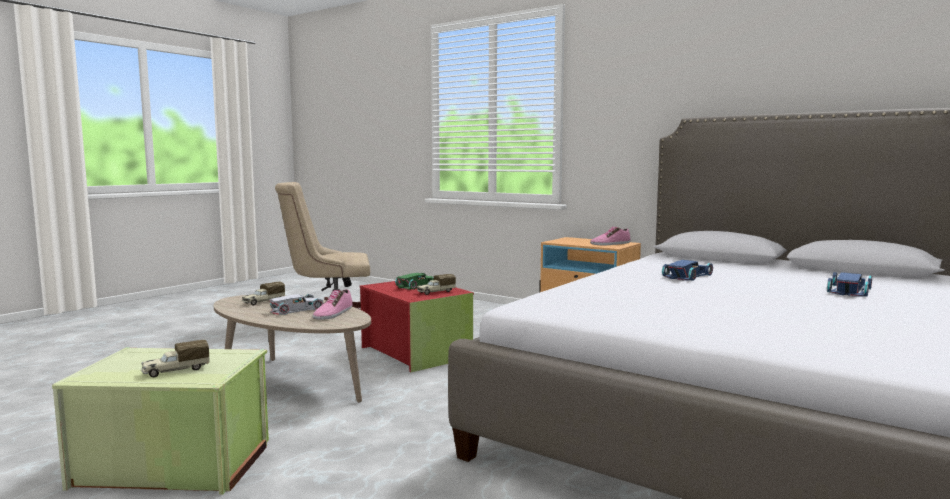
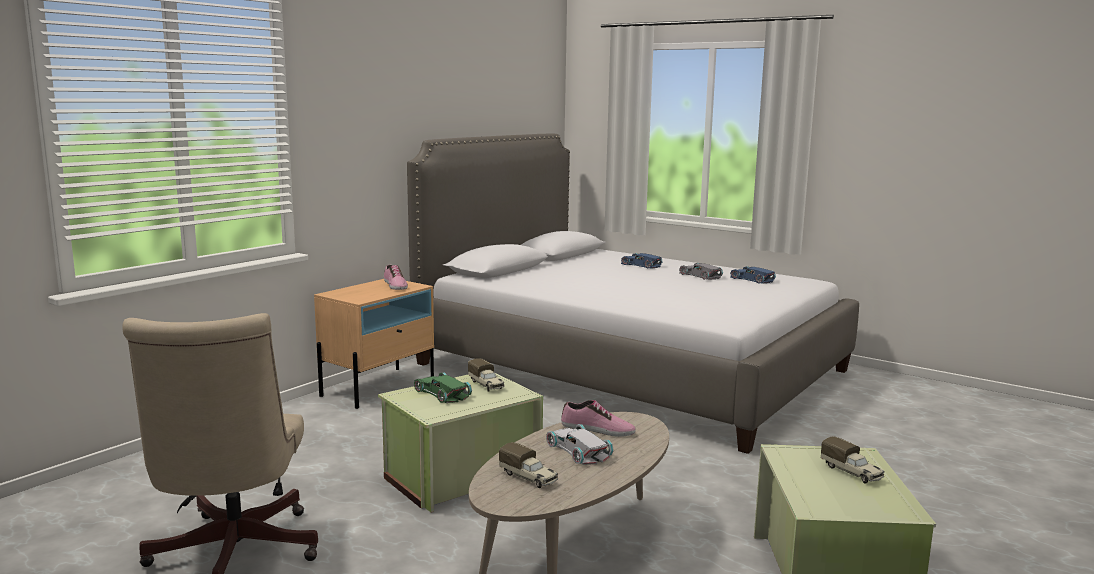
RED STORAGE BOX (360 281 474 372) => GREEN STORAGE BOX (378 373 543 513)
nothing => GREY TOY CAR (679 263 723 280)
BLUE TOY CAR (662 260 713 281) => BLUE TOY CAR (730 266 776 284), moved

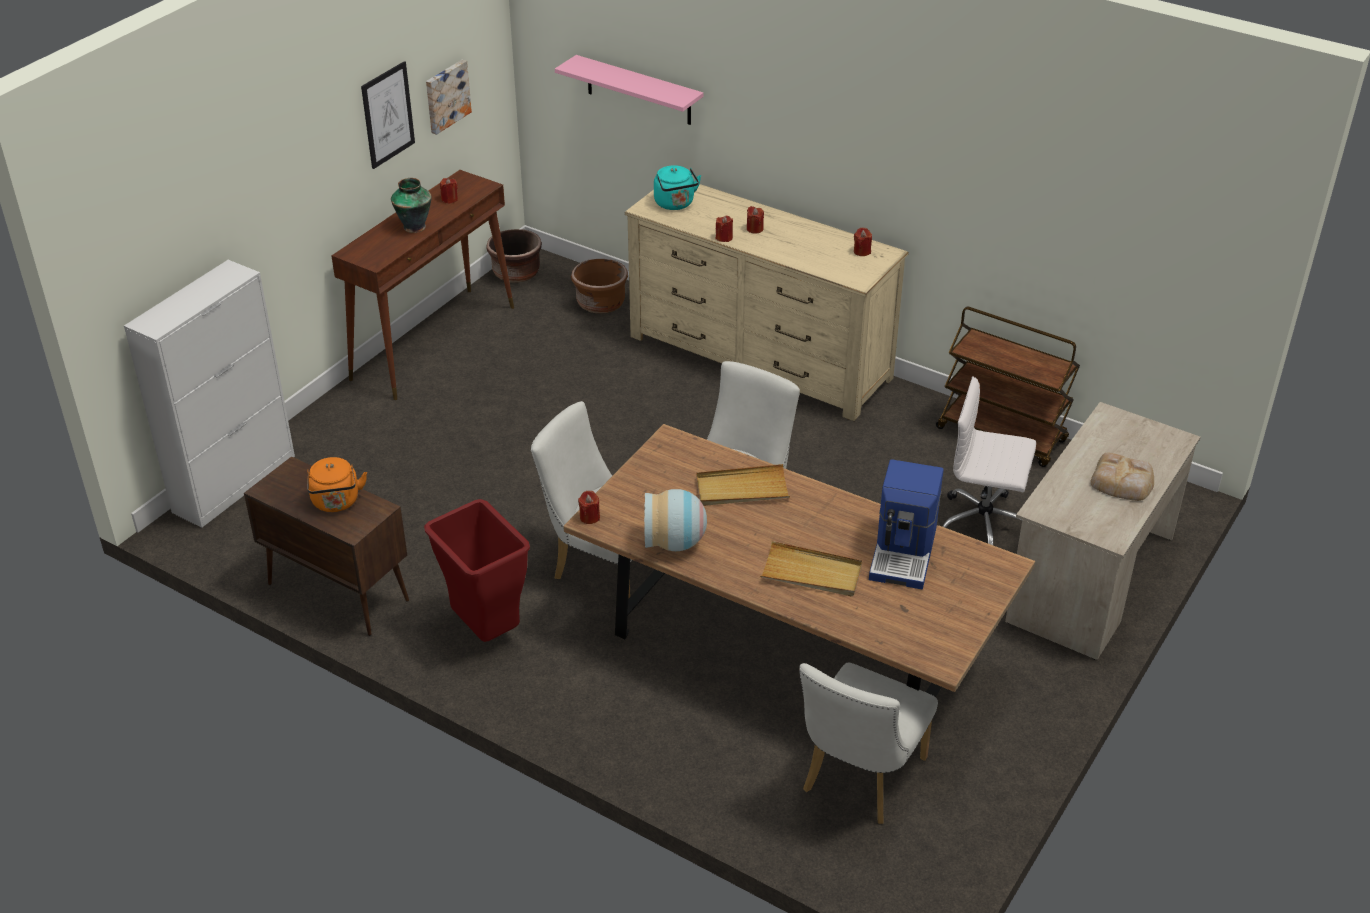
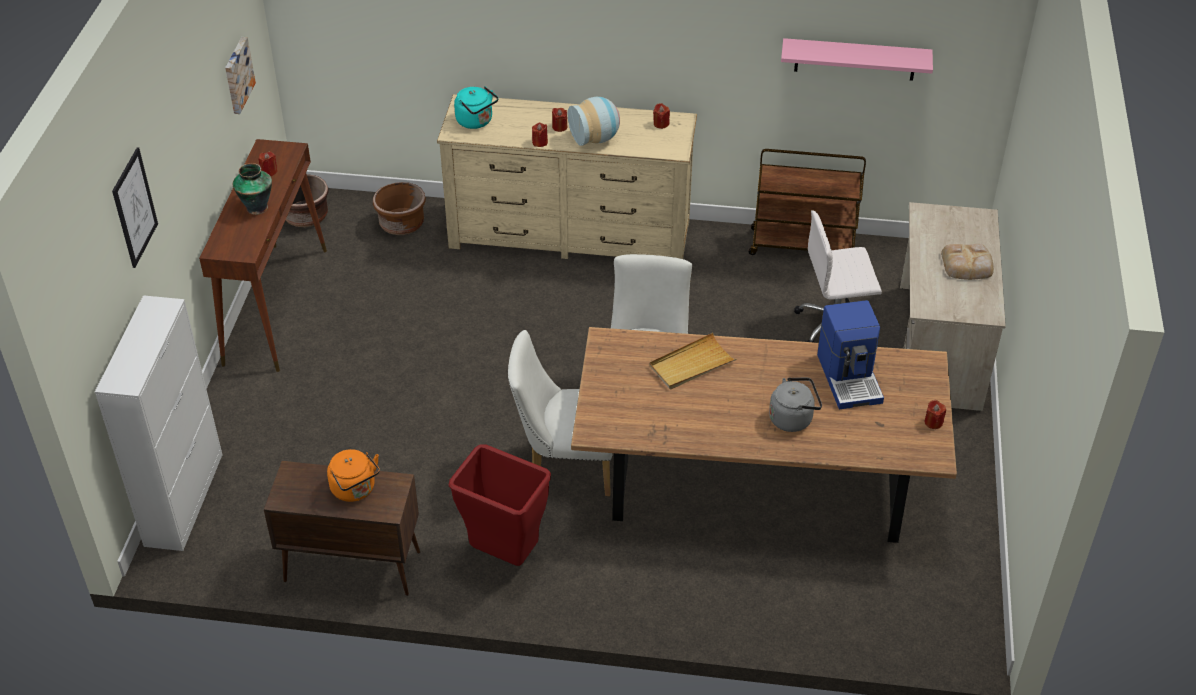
PICTURE (361 61 415 169) => PICTURE (112 147 158 268), moved
VASE (644 489 707 551) => VASE (568 97 620 146), moved
BEIGE TRAY (760 541 862 596) => GREY KETTLE (769 378 822 432)
PINK SHELF (555 55 703 125) => PINK SHELF (781 38 933 81), moved
RED CANDLE (578 491 600 524) => RED CANDLE (925 400 946 429), moved
WHITE CHAIR (799 662 938 824) => nothing

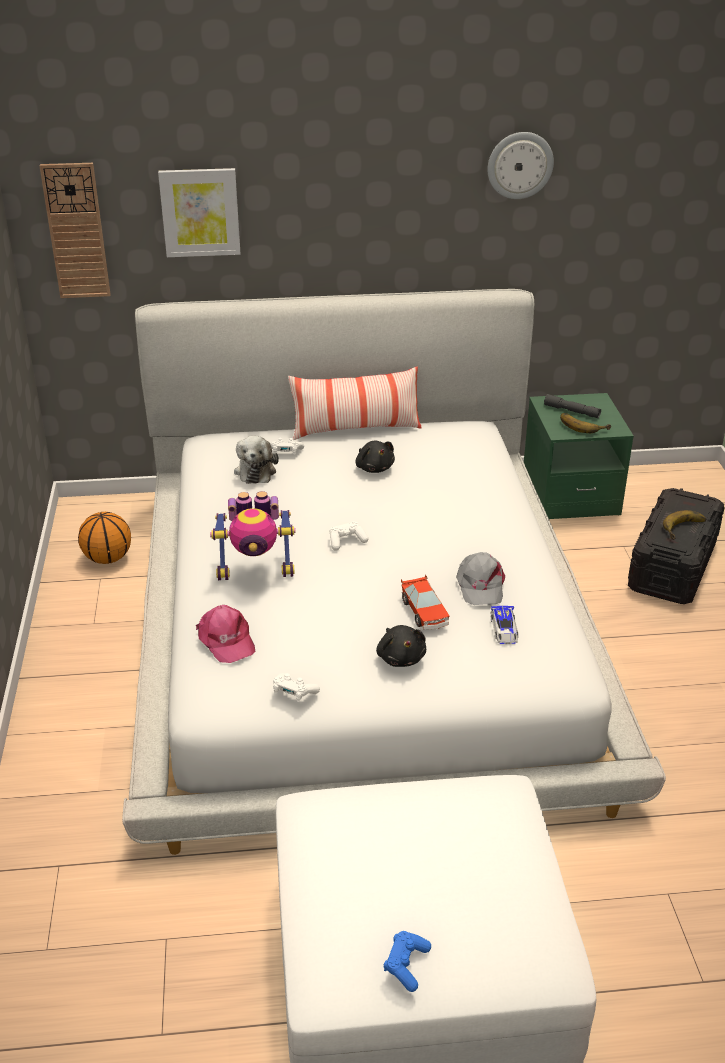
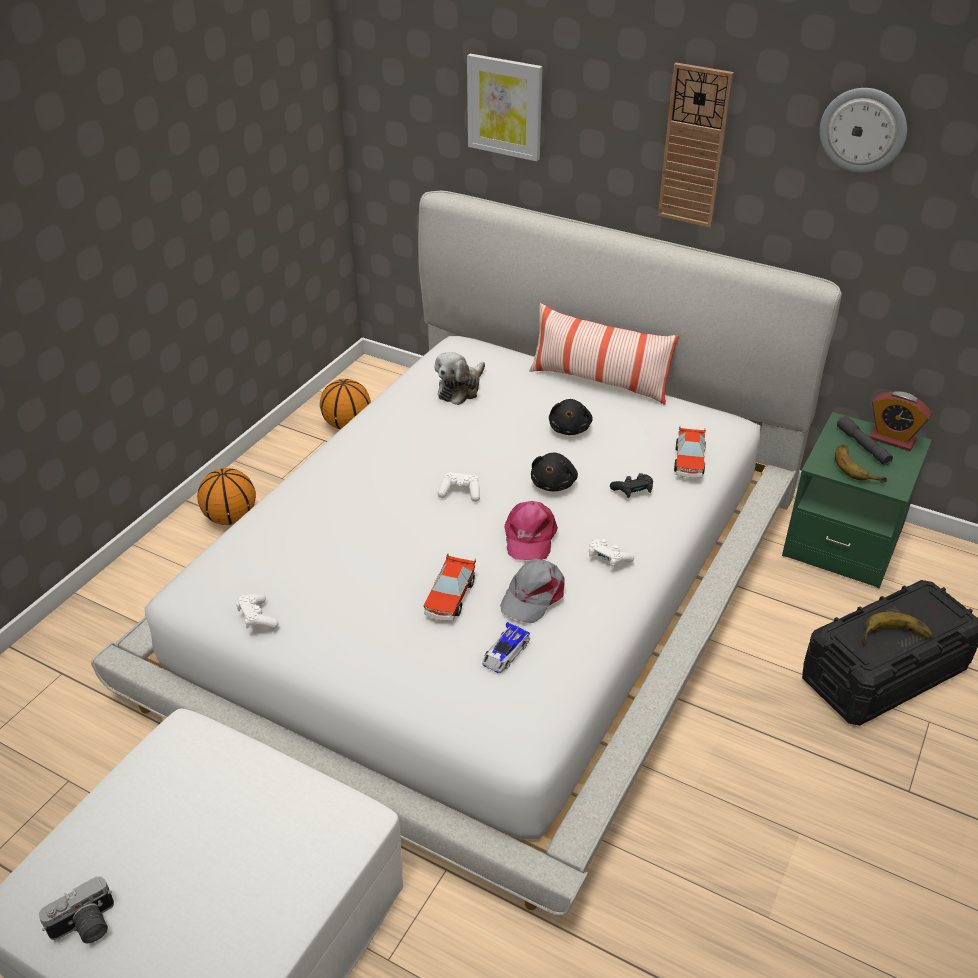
BLUE GAME CONTROLLER (384 931 431 992) => PHOTO CAMERA (39 876 114 943)
nothing => BASKETBALL (197 468 256 525)
PINK CAP (196 605 255 663) => PINK CAP (505 501 558 560), moved
BLACK PLUSH TOY (376 625 426 667) => BLACK PLUSH TOY (531 453 578 491), moved
WHITE GAME CONTROLLER (270 438 304 455) => WHITE GAME CONTROLLER (589 538 634 568), moved
nothing => BLACK GAME CONTROLLER (610 473 653 498)
WALL CLOCK (39 163 111 298) => WALL CLOCK (658 63 734 228), moved
nothing => TOY CAR (674 427 706 478)
nothing => ALARM CLOCK (869 391 931 451)
TOY ROBOT (210 491 296 580) => nothing

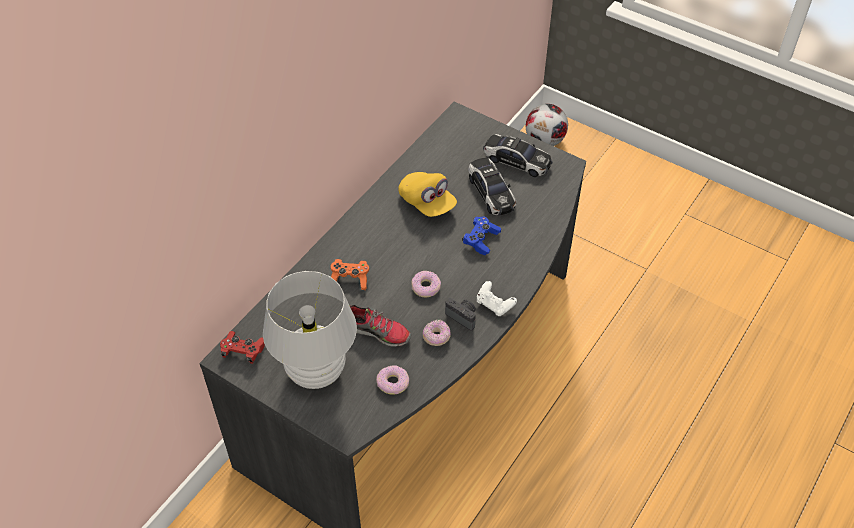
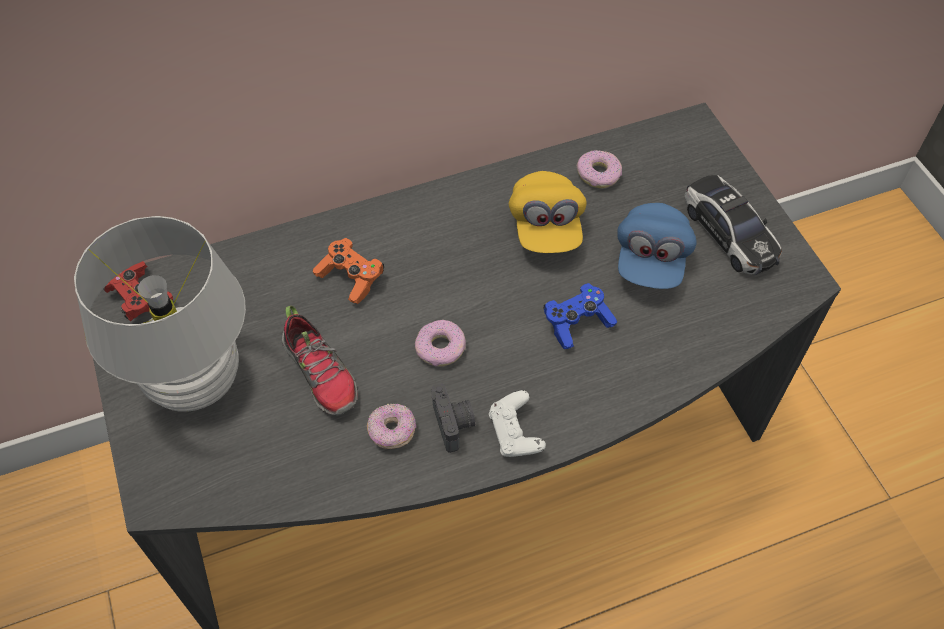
DONUT (376 365 409 395) => DONUT (576 150 622 188), moved
TOY CAR (468 158 516 215) => BLUE CAP (617 203 697 289)
FOOTBALL (526 104 568 146) => nothing

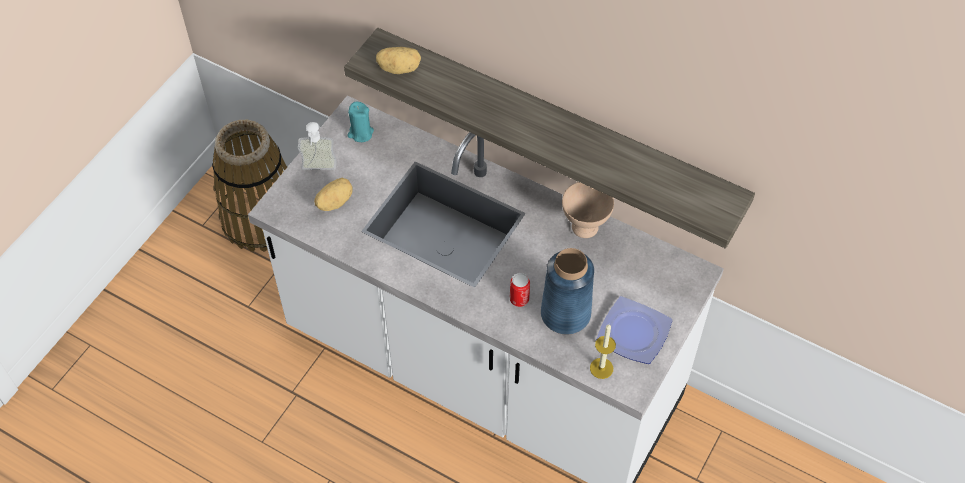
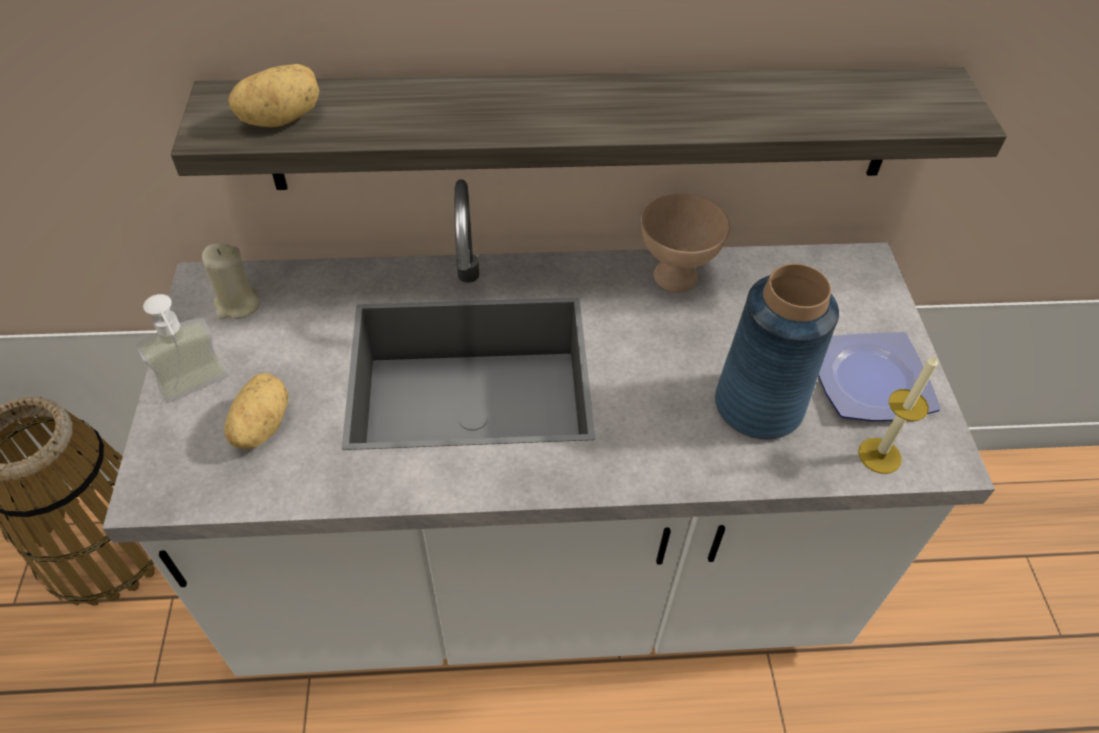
TURQUOISE CANDLE (347 102 374 142) => BEIGE CANDLE (202 243 260 319)
CAN (510 273 530 307) => nothing

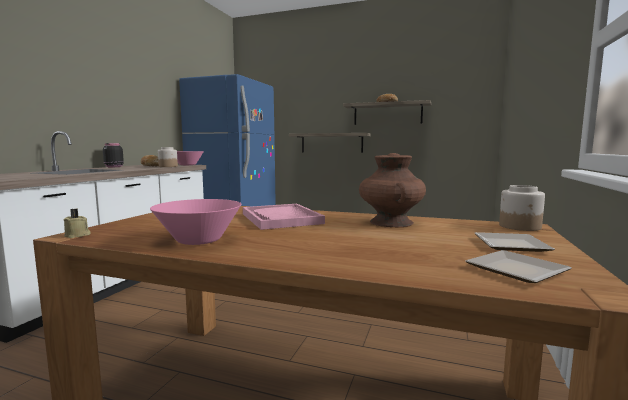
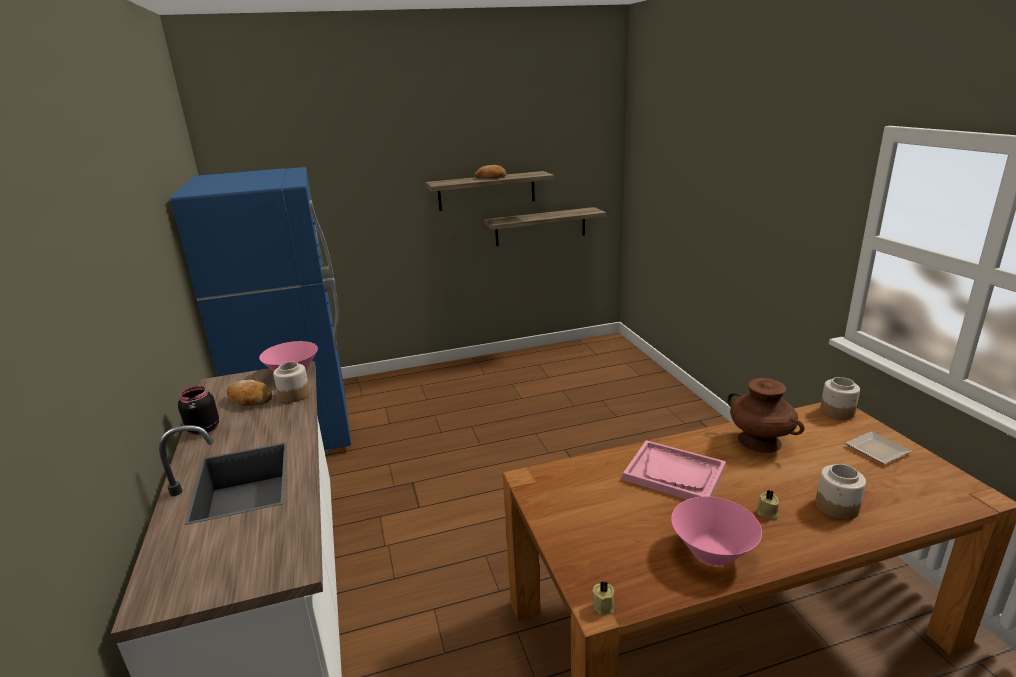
SHELF (289 133 370 153) => SHELF (484 207 606 246), moved
nothing => BEIGE CANDLE (757 490 779 519)
nothing => JAR (815 464 866 520)
PLATE (465 250 572 283) => nothing

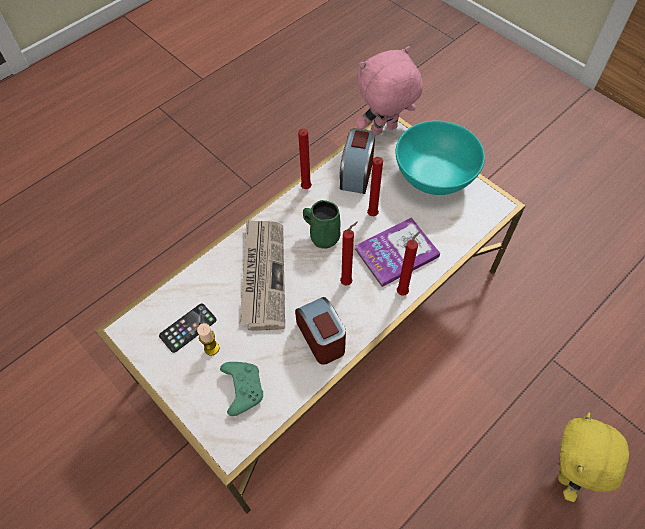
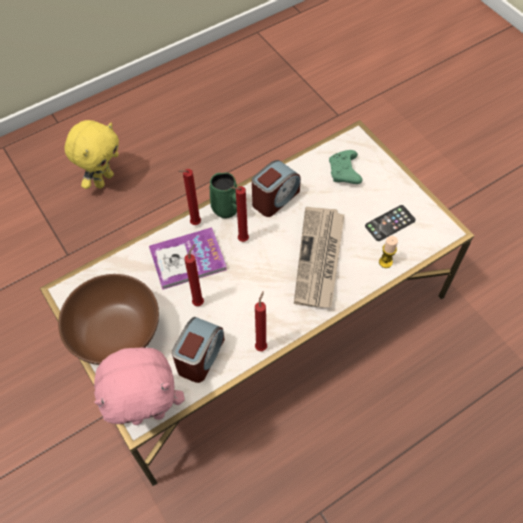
TURQUOISE BOWL (396 120 485 195) => BROWN BOWL (58 274 159 365)
GREEN MUG (303 200 340 249) => GREEN MUG (210 173 237 218), moved
ALARM CLOCK (295 297 346 365) => ALARM CLOCK (252 160 301 217), 120 degrees counterclockwise
CANDLE (197 323 219 355) => CANDLE (379 236 398 268), moved

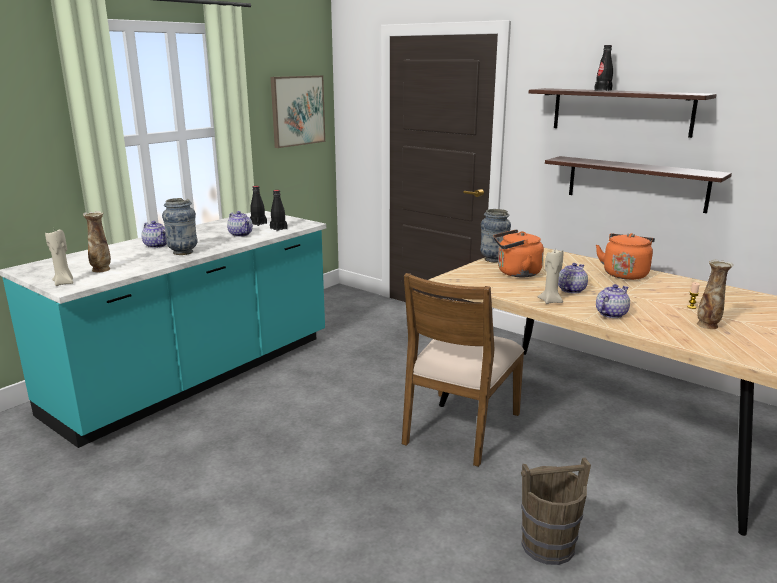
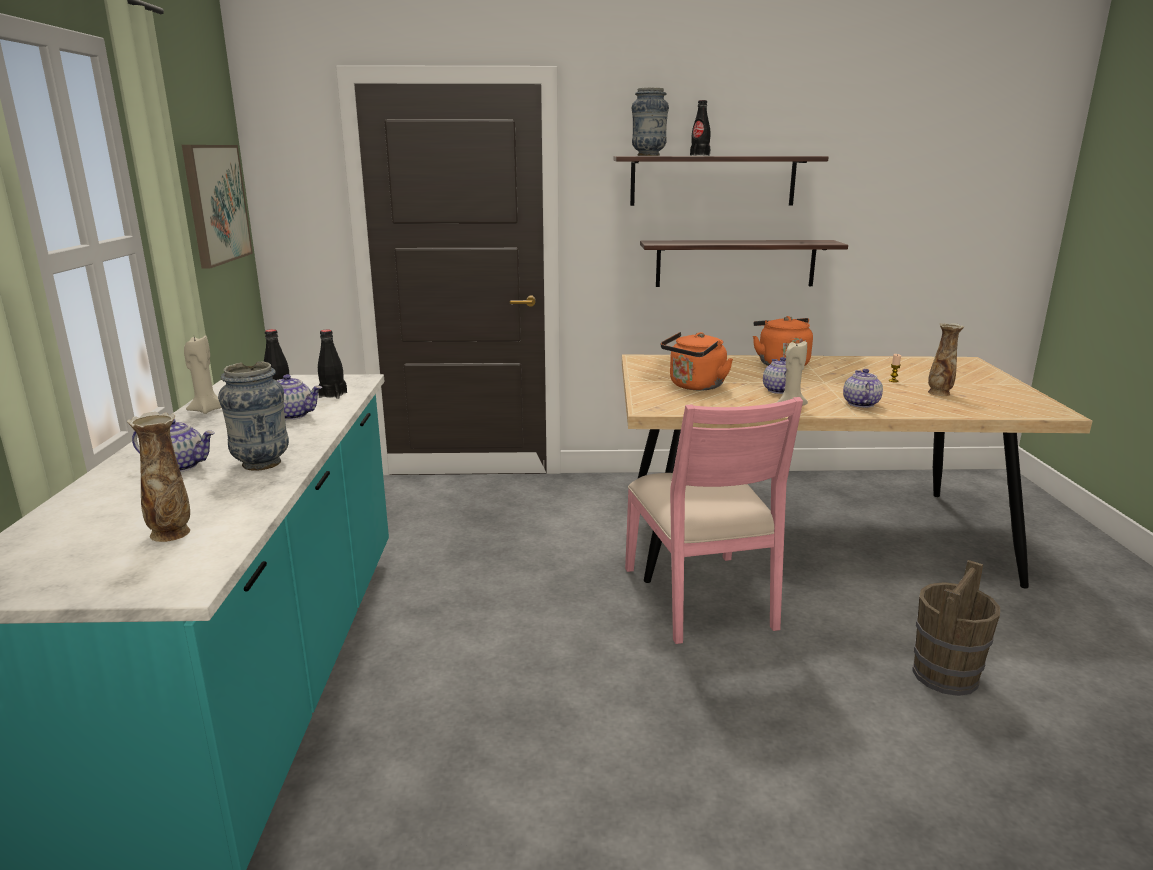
BEIGE CANDLE (45 230 74 286) => BEIGE CANDLE (184 335 222 414), moved
BROWN CHAIR (402 273 524 467) => PINK CHAIR (625 397 803 644)
VASE (480 209 511 262) => VASE (632 88 669 156), moved

